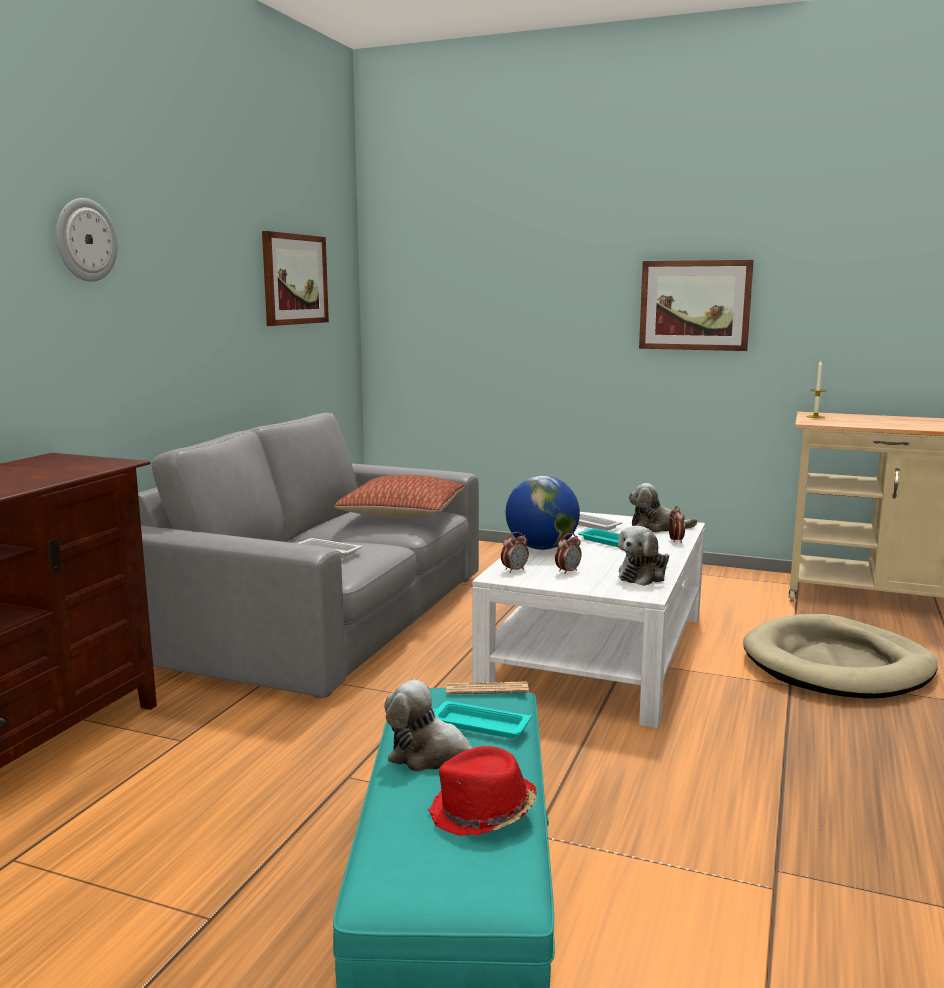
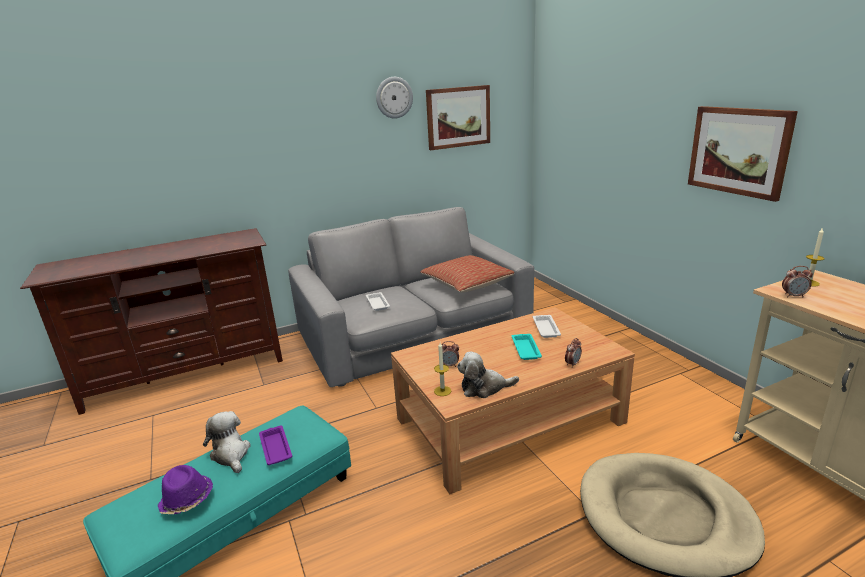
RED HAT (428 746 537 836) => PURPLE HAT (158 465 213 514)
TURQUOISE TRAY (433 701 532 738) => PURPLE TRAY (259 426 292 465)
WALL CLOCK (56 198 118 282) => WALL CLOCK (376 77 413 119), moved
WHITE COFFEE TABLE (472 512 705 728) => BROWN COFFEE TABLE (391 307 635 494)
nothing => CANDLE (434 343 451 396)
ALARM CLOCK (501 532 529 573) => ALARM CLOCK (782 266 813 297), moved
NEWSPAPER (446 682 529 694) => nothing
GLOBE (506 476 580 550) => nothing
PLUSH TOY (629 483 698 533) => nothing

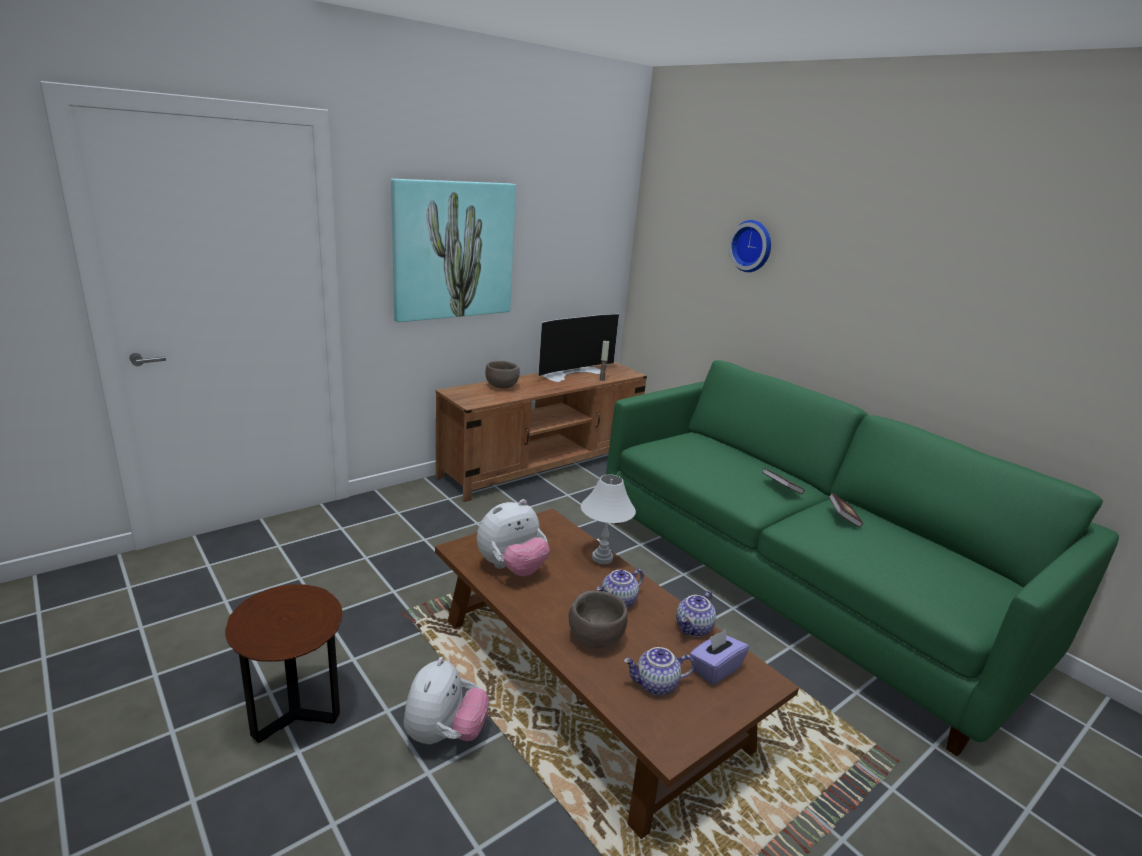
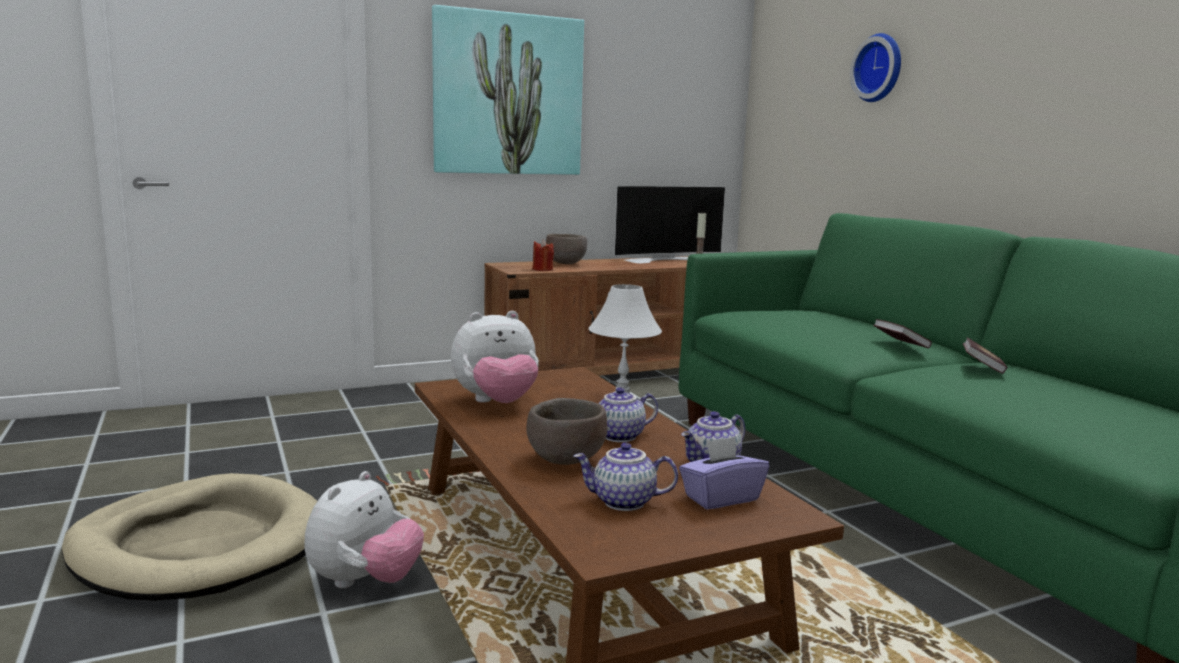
BROWN SIDE TABLE (225 584 343 743) => BEIGE DOG BED (61 473 317 601)
nothing => RED CANDLE (533 240 554 271)

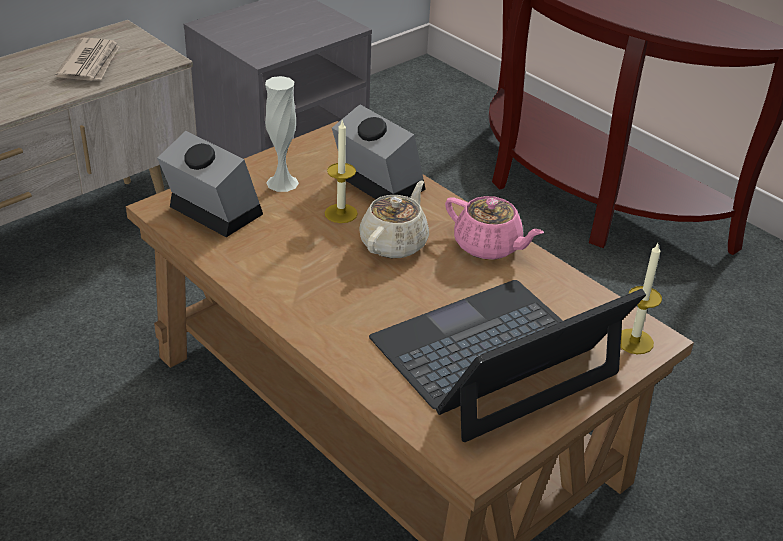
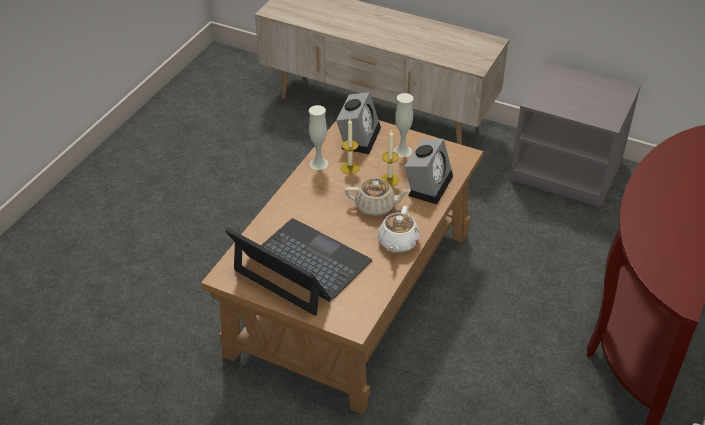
nothing => WHITE VASE (309 105 329 170)
CANDLE (620 244 662 354) => CANDLE (341 119 360 174), moved
PINK TEAPOT (445 196 544 260) => WHITE TEAPOT (378 206 420 253)
NEWSPAPER (55 38 120 81) => nothing

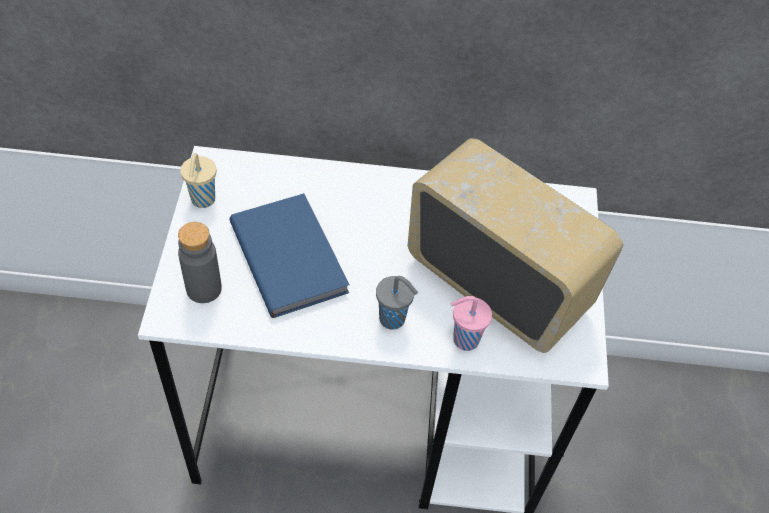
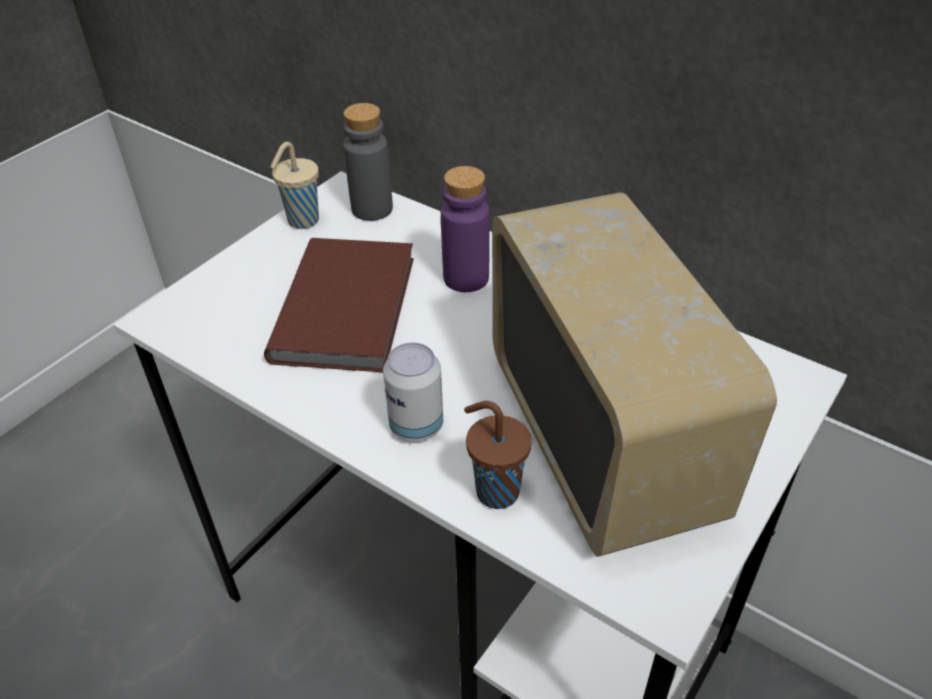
BLUE BOOK (229 193 349 318) => BROWN BOOK (264 238 414 372)
GREY BOTTLE (178 222 222 303) => GREY BOTTLE (343 103 393 221), moved
GREY CUP (376 276 418 330) => CAN (383 343 443 442)
nothing => PURPLE BOTTLE (441 166 490 292)
PINK CUP (451 296 492 351) => BROWN CUP (464 401 532 509)

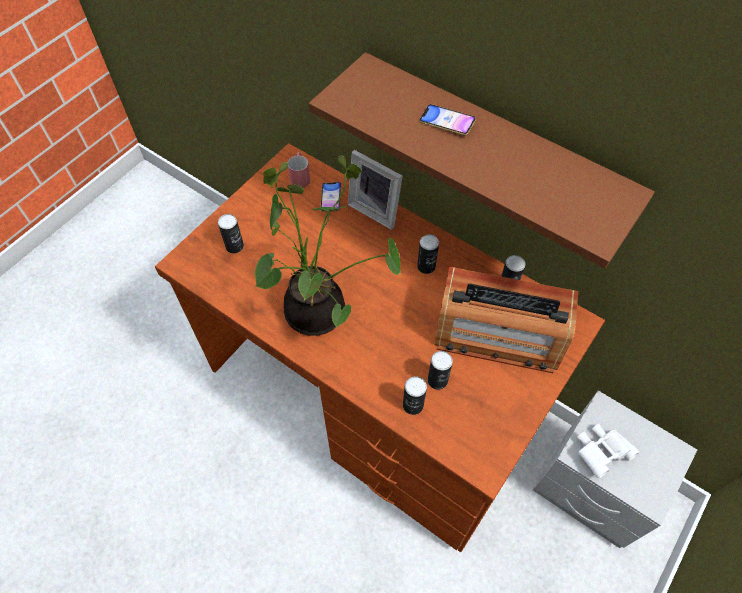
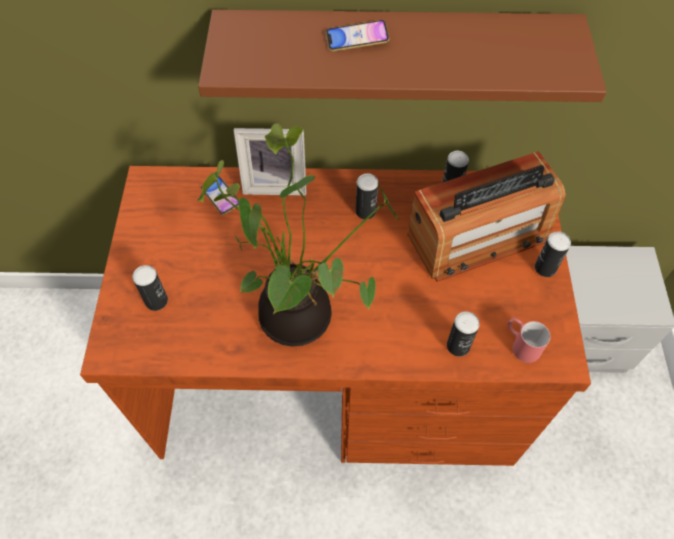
RED MUG (288 152 310 188) => RED MUG (507 317 551 363), moved
CAN (428 351 453 390) => CAN (535 231 571 277), moved
WHITE BINOCULARS (577 424 639 478) => nothing

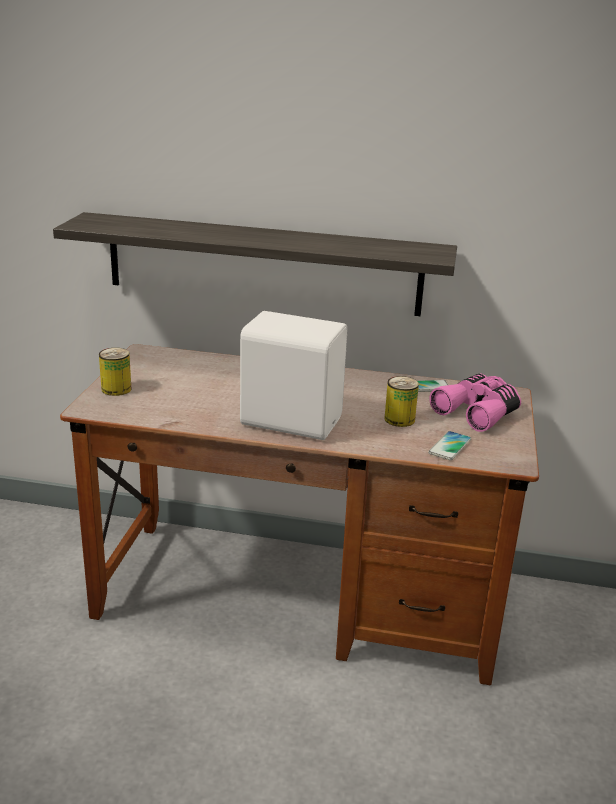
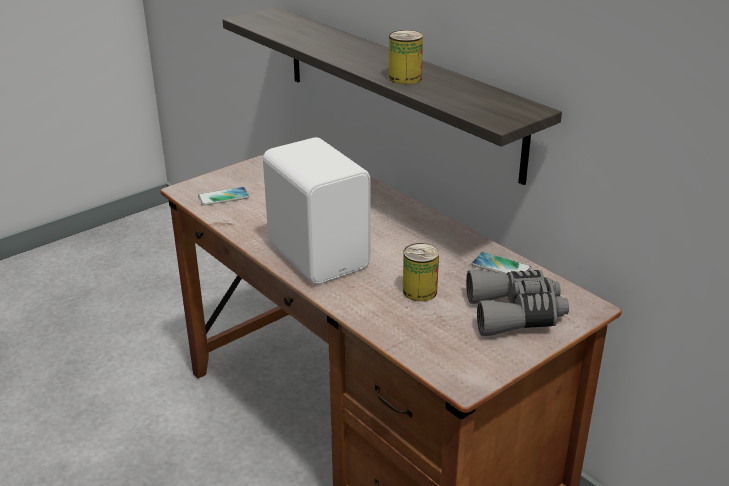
PHONE (428 431 471 460) => PHONE (198 187 249 206), moved
CAN (99 348 131 396) => CAN (389 30 423 84), moved
PINK BINOCULARS (429 373 521 432) => GREY BINOCULARS (466 270 569 336)

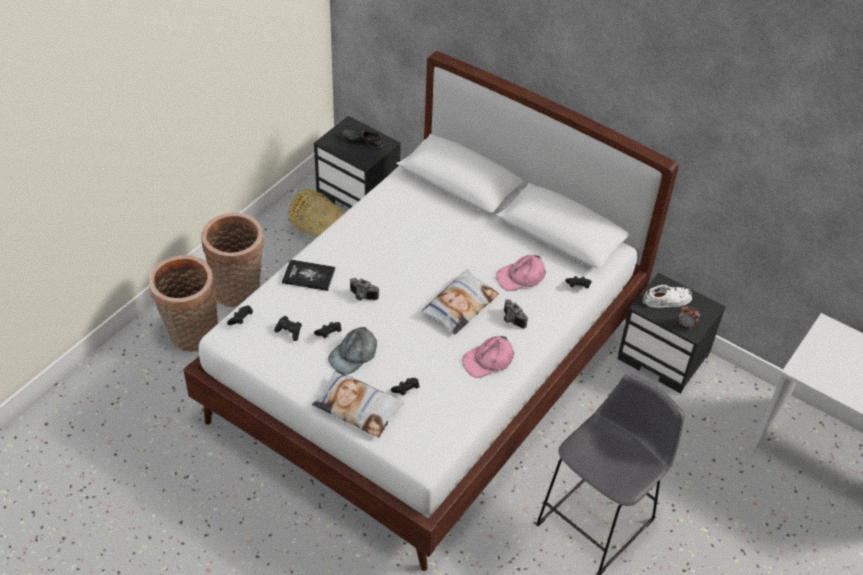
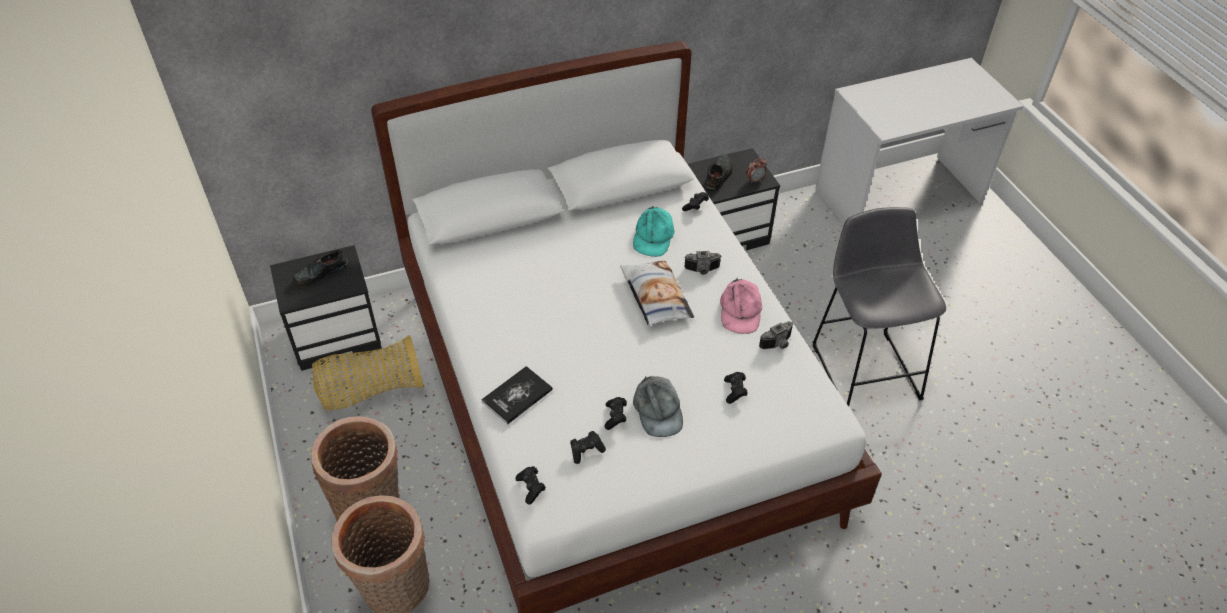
PINK CAP (496 255 546 291) => TURQUOISE CAP (633 207 675 257)
WHITE SHOE (642 285 692 308) => BLACK SHOE (705 155 733 191)
PHOTO CAMERA (350 278 379 300) => PHOTO CAMERA (759 321 793 349), moved
PILLOW (312 370 404 437) => nothing

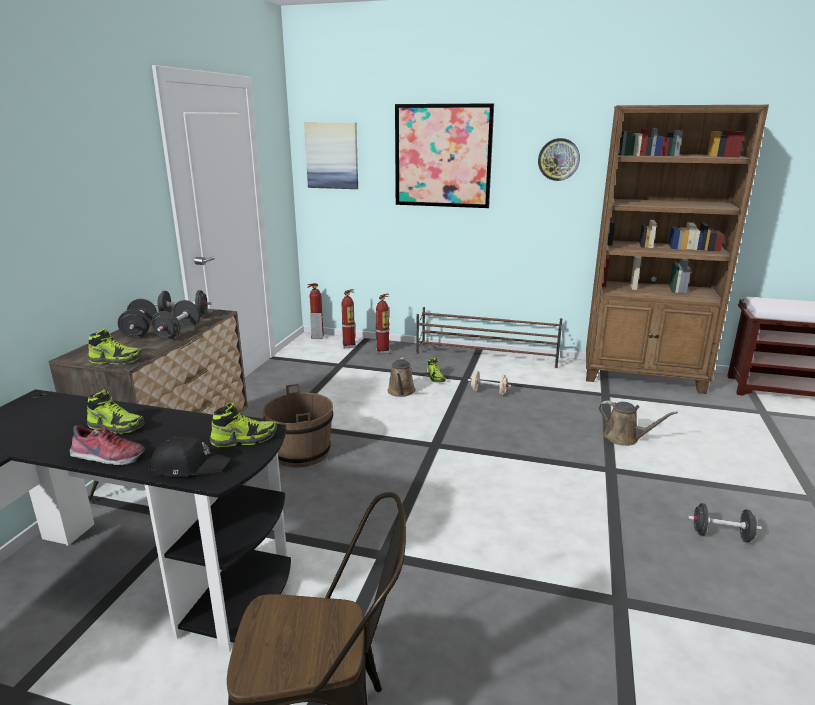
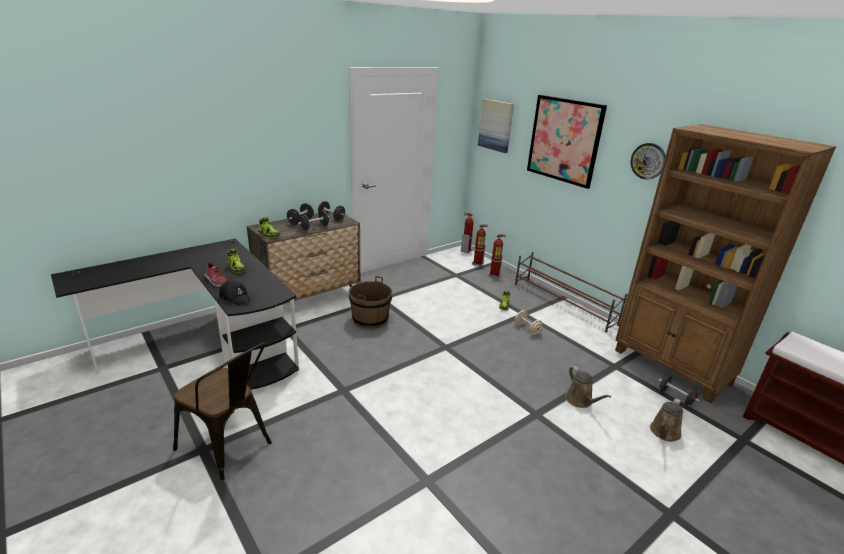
BROWN WATERING CAN (387 357 416 397) => BROWN WATERING CAN (650 398 683 442), moved
BLACK DUMBBELL (688 503 762 543) => BLACK DUMBBELL (659 375 700 406), moved
SHOE (210 402 277 447) => nothing

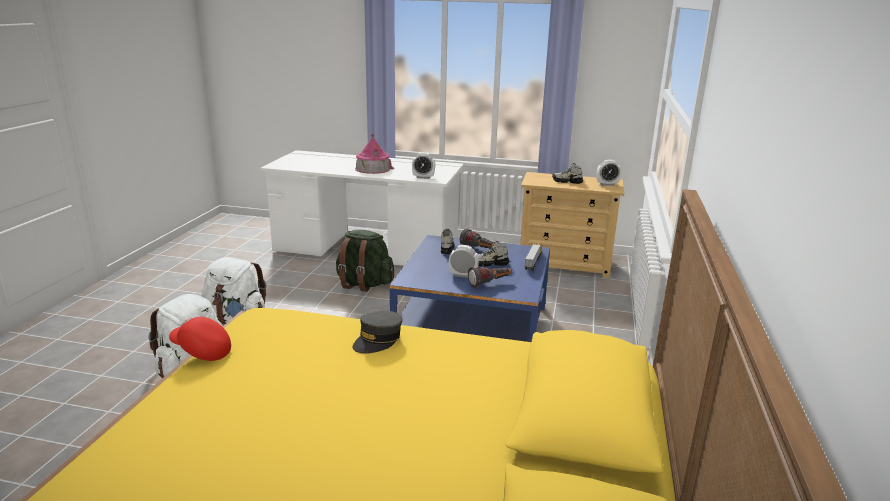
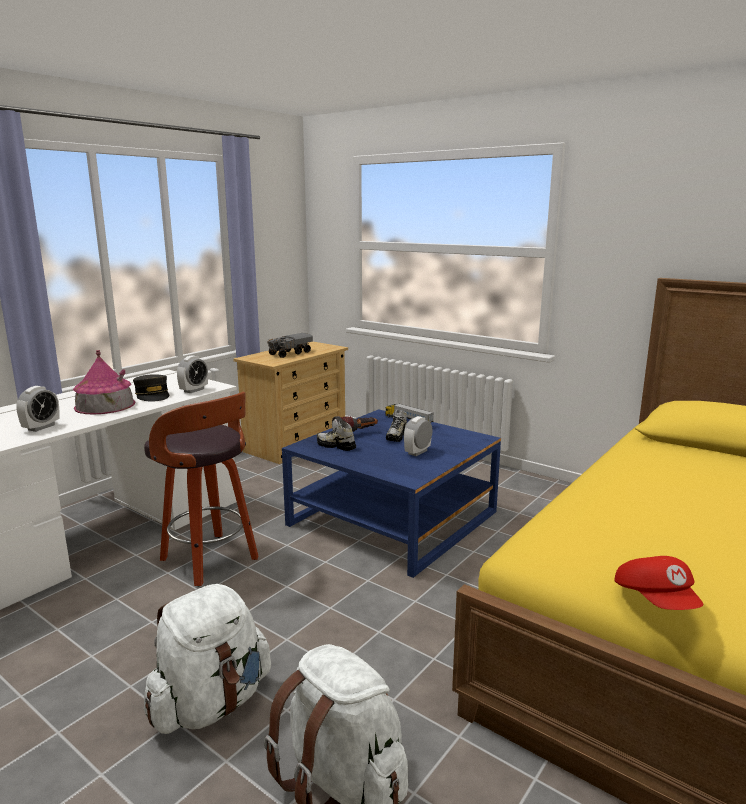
ALARM CLOCK (596 160 621 186) => ALARM CLOCK (16 386 60 432), moved
GREY CAP (353 311 403 354) => GREY CAP (133 374 170 402), moved
GREEN BACKPACK (336 230 394 292) => STOOL (144 392 258 587)
SHOE (552 163 583 184) => TOY TRUCK (267 333 313 358)
RED CAP (169 317 231 361) => RED CAP (614 556 703 610), 60 degrees counterclockwise
FLASHLIGHT (468 267 511 288) => nothing

